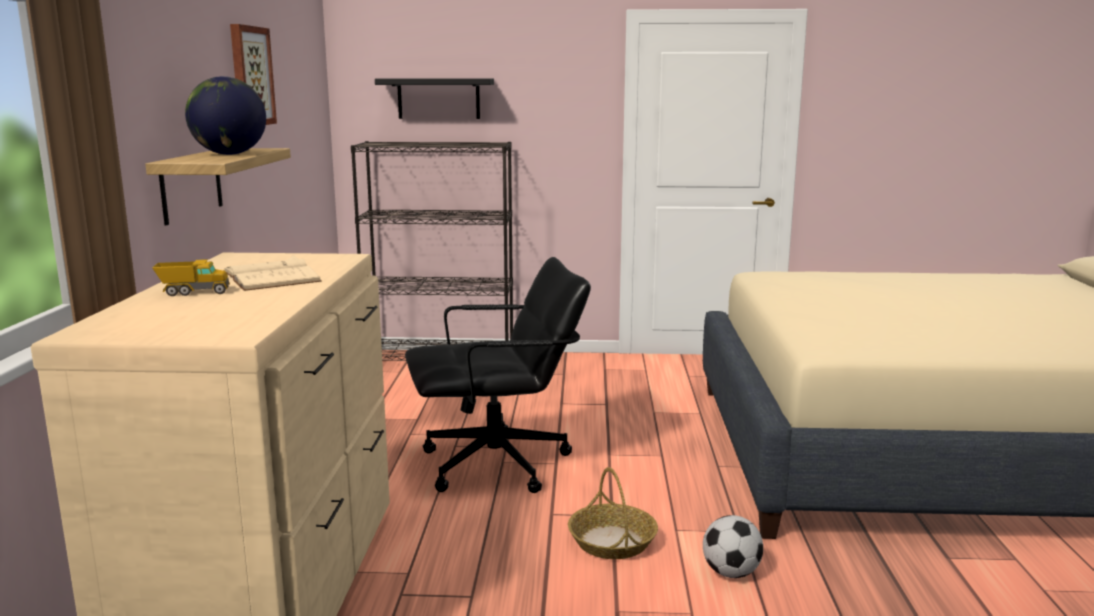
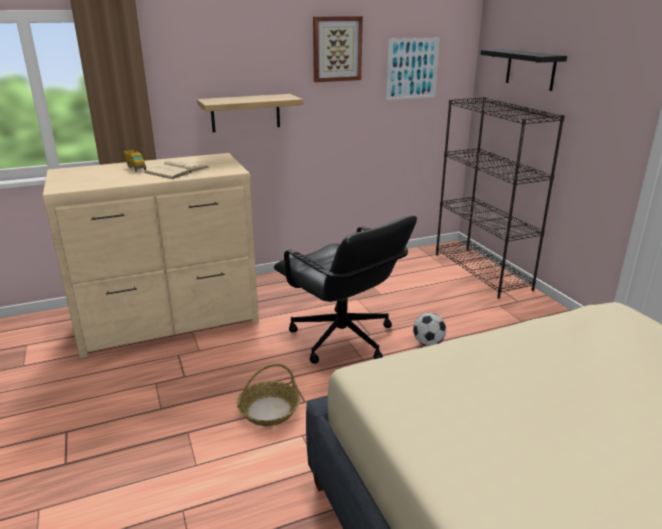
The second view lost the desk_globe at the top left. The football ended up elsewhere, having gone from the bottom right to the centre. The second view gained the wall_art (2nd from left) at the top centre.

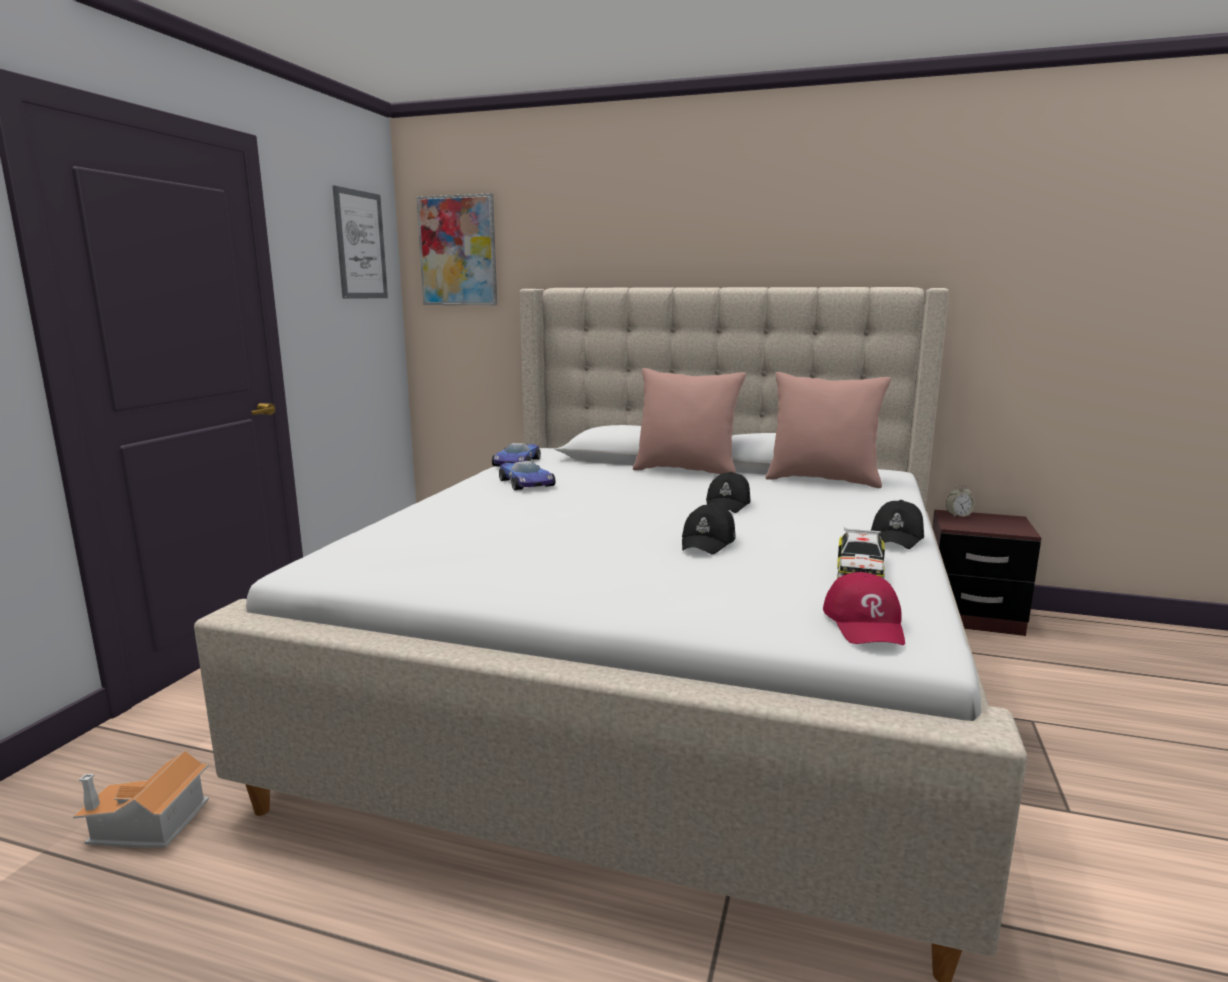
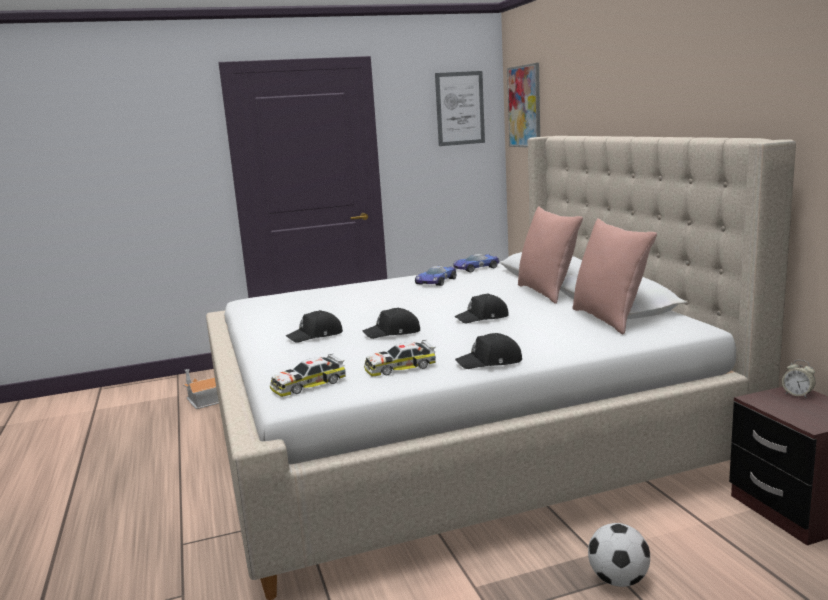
Where the red_baseball_cap stood at the middle right, the toy_car (1st from left) came to stand at the centre. The second view gained the blackish_baseball_cap (1st from left) at the centre. The second view gained the football at the bottom right.

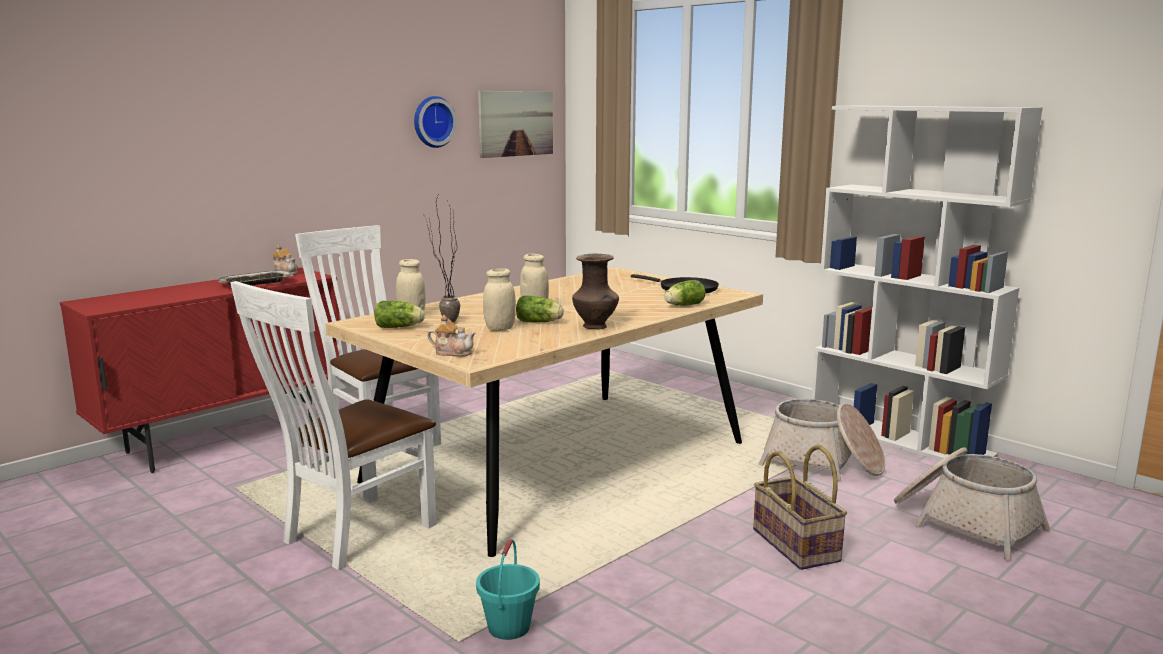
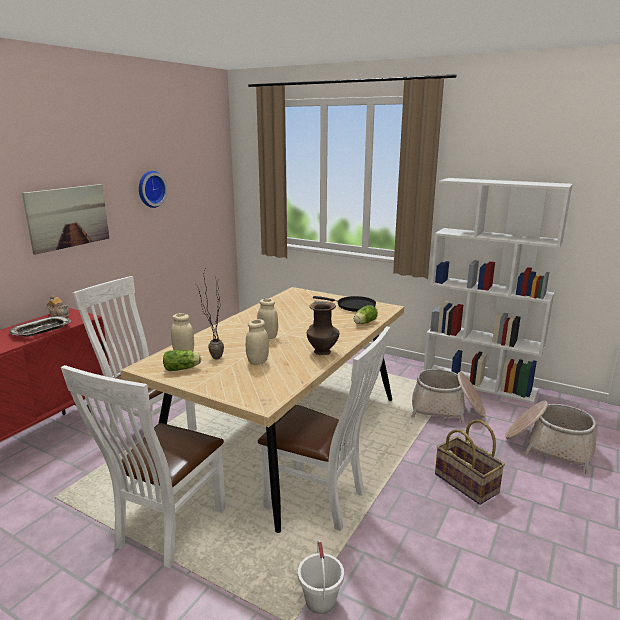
The wall_art ended up elsewhere, having gone from the top centre to the middle left. The second view lost the lettuce (2nd from left) at the centre. The second view lost the pot_for_tea (2nd from left) at the centre. What was the blue-green_water_bucket at the bottom centre turned into the white-coloured_water_bucket at the bottom centre. The second view gained the white-coloured_upright_chair (3rd from left) at the bottom centre.

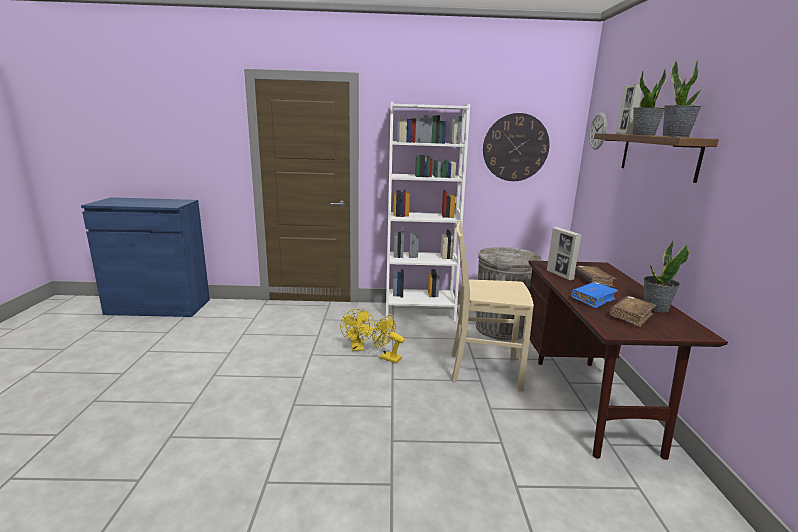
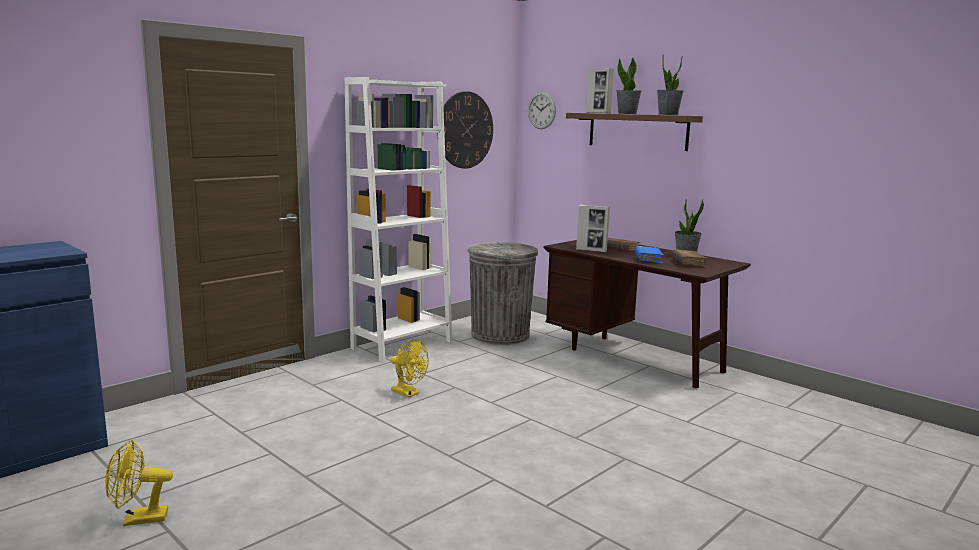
The second view lost the sand-coloured_upright_chair at the centre. The yellowish_fan (2nd from left in the first image) ended up elsewhere, having gone from the centre to the bottom left.

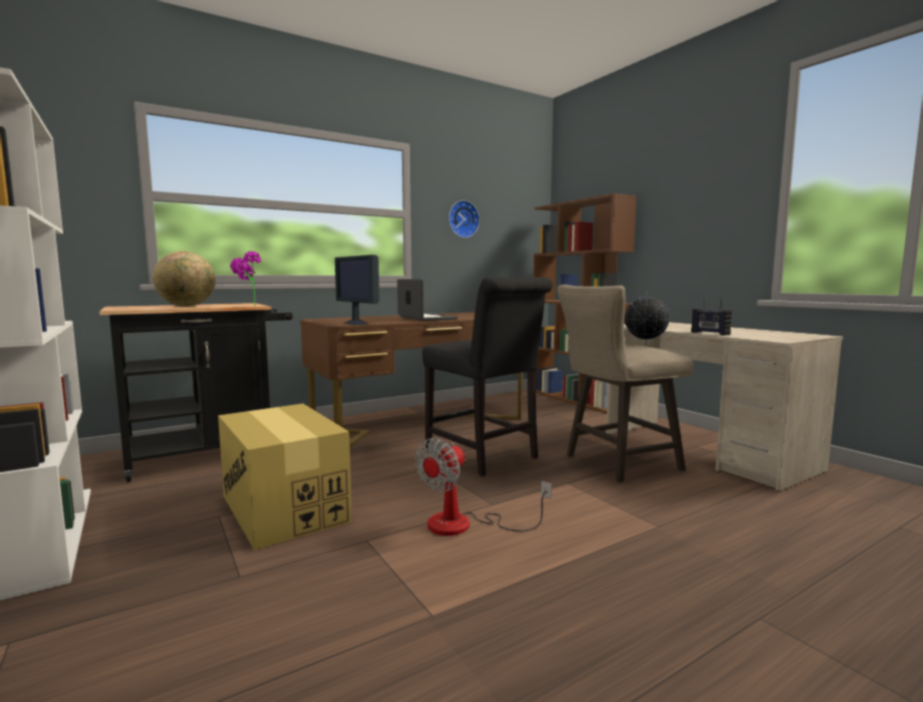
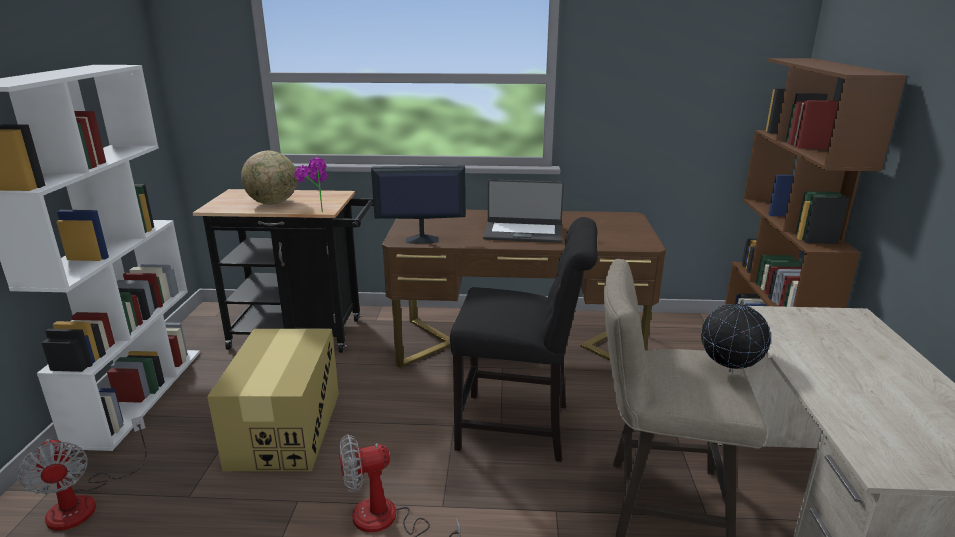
The second view lost the wall_clock at the top centre. The monitor at the centre ended up facing another way, 90 degrees clockwise from before. The blackish_upright_chair at the centre ended up facing another way, 75 degrees counterclockwise from before. The portable_computer at the centre ended up facing another way, 90 degrees clockwise from before. The second view lost the radio_receiver at the middle right. The second view gained the fan (1st from left) at the bottom left.

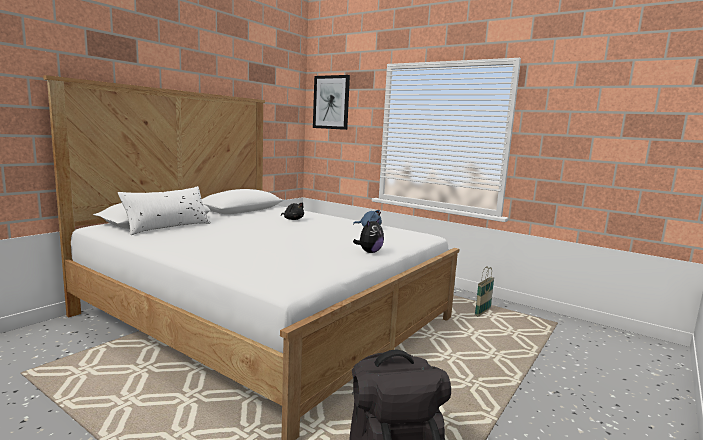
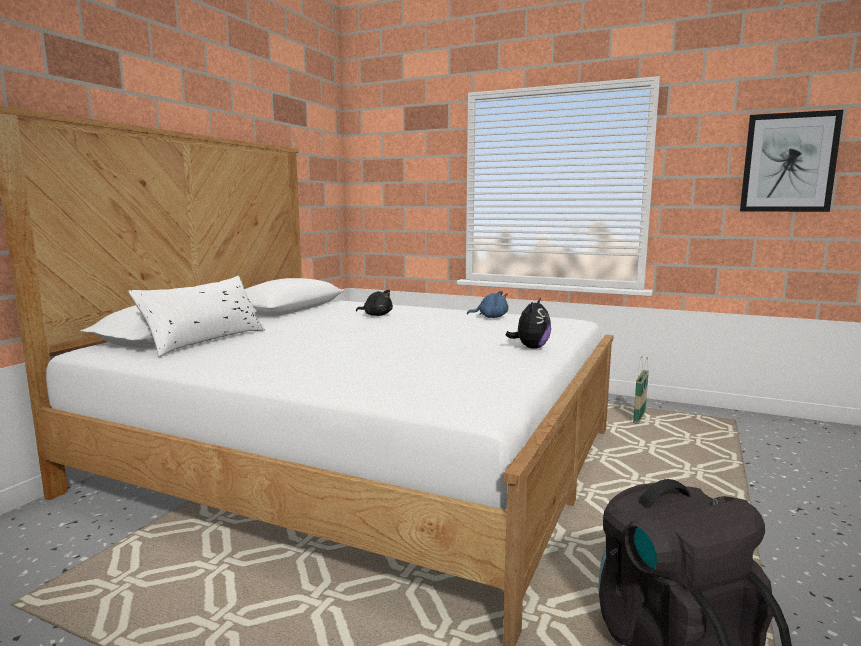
The wall_art ended up elsewhere, having gone from the top centre to the top right.

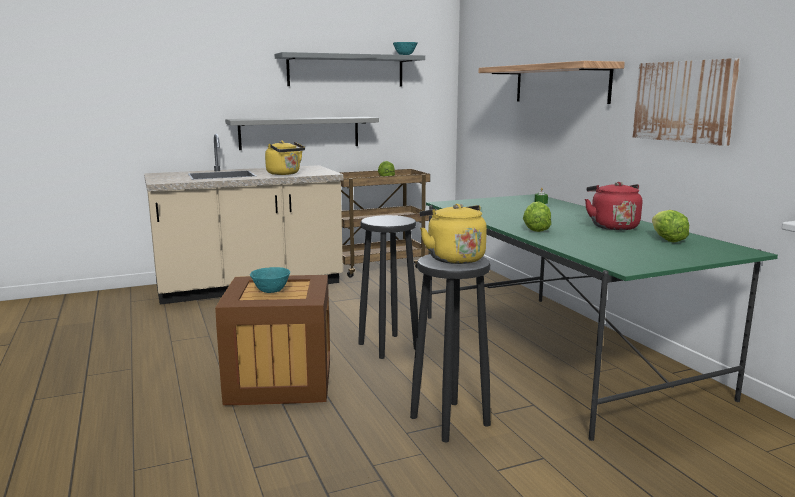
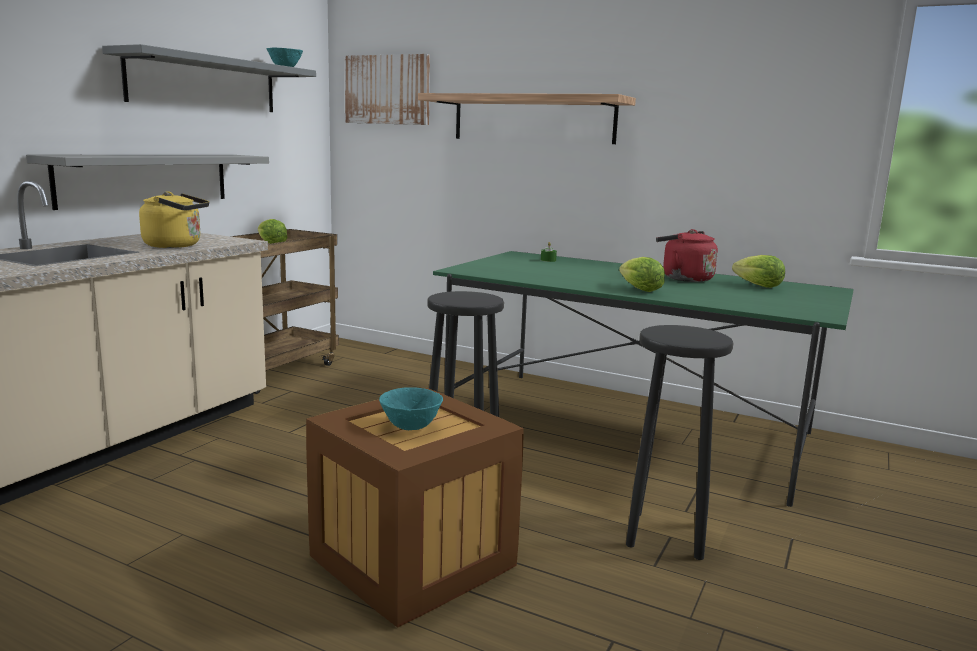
The wall_art ended up elsewhere, having gone from the top right to the top centre. The second view lost the yellowish_water_kettle (2nd from left) at the centre.

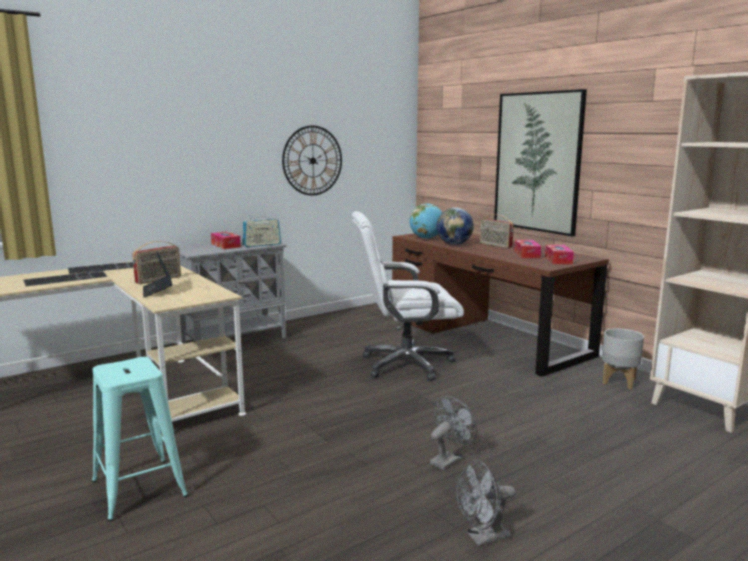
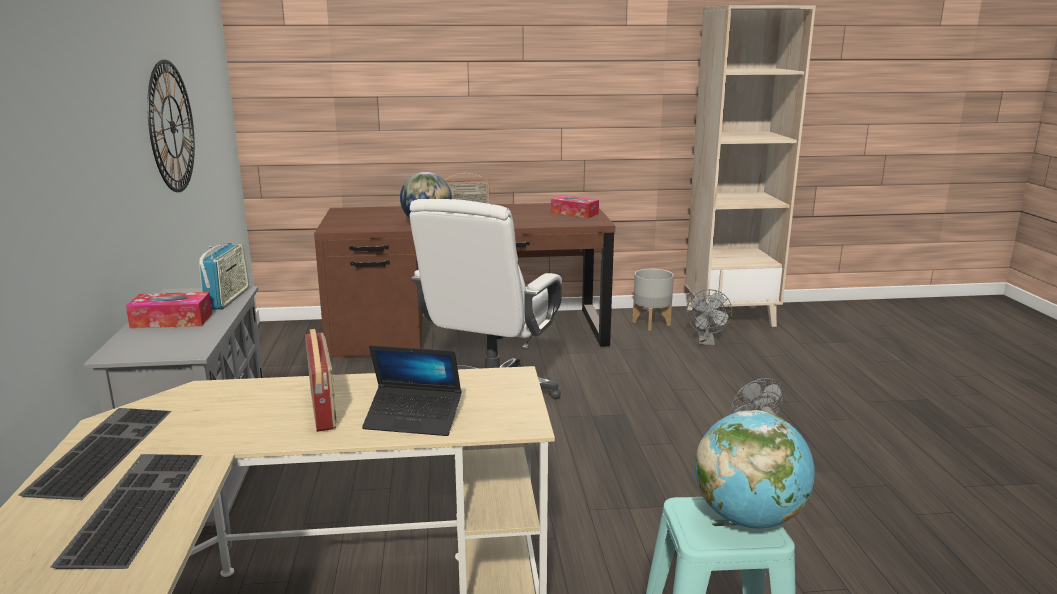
The second view lost the wall_art at the top right. The desk_globe (1st from left in the first image) ended up elsewhere, having gone from the centre to the bottom right. The second view lost the box_of_tissues (2nd from left) at the middle right. The greyish_fan (2nd from left in the first image) ended up elsewhere, having gone from the bottom centre to the middle right.

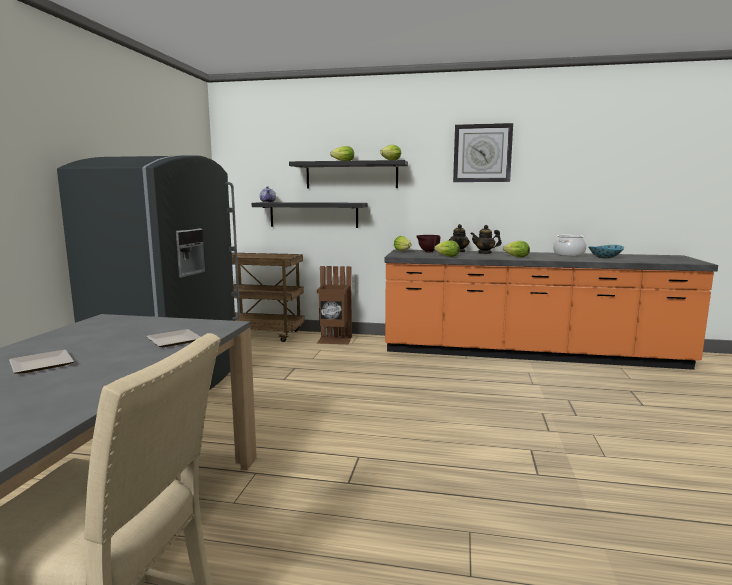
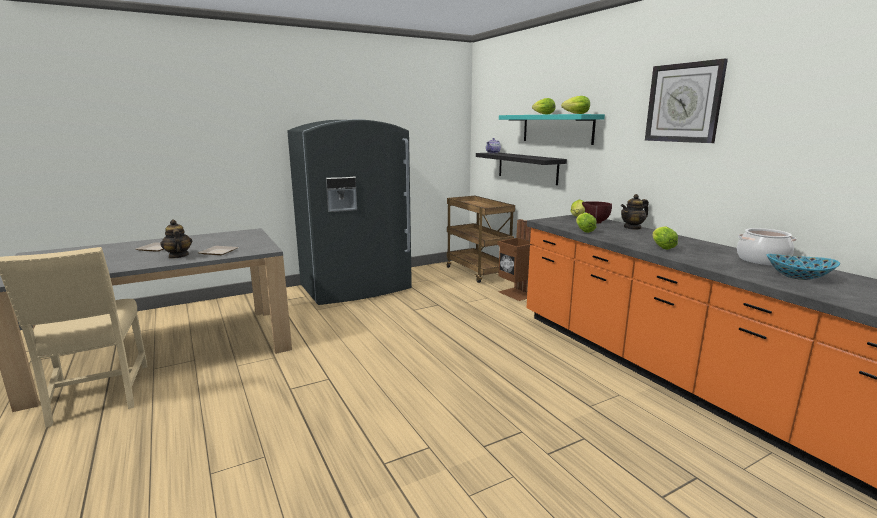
What was the blackish_wall_shelf (2nd from left) at the top centre turned into the blue-green_wall_shelf at the top centre. The pot_for_tea (3rd from left in the first image) ended up elsewhere, having gone from the centre to the middle left.

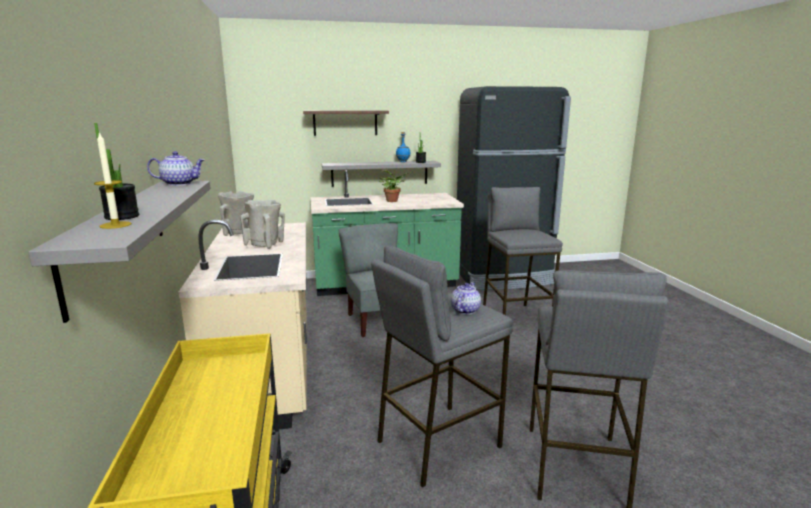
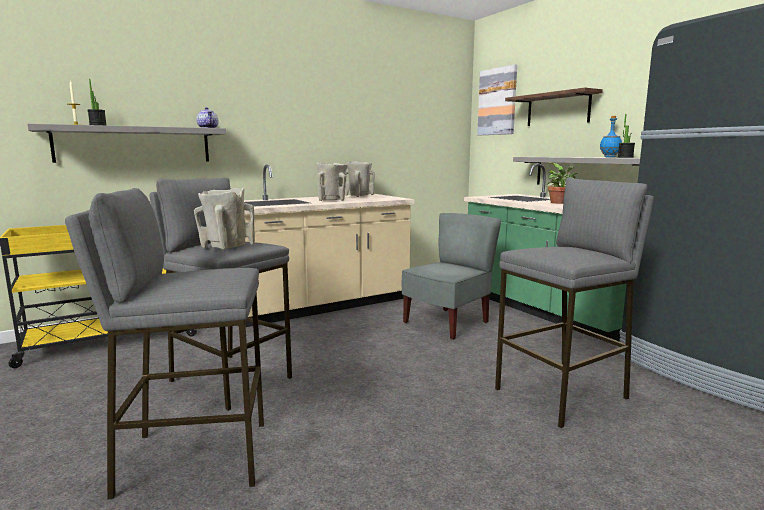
Where the pot_for_tea (2nd from left) stood at the centre, the sand-coloured_decorative_vase (1st from left) came to stand at the middle left. The second view gained the wall_art at the top centre.

